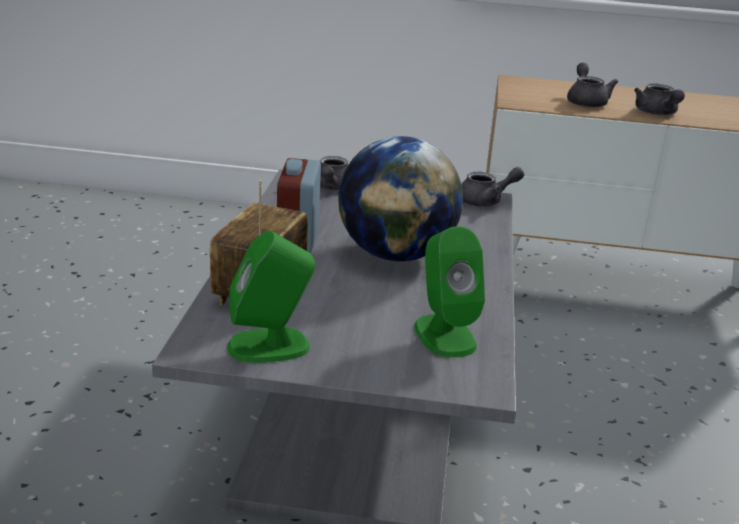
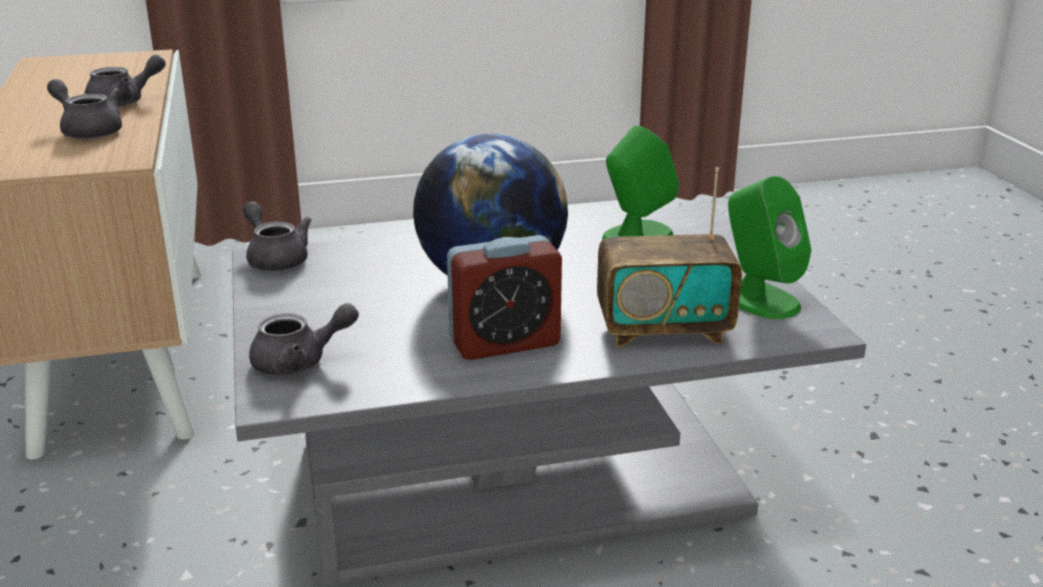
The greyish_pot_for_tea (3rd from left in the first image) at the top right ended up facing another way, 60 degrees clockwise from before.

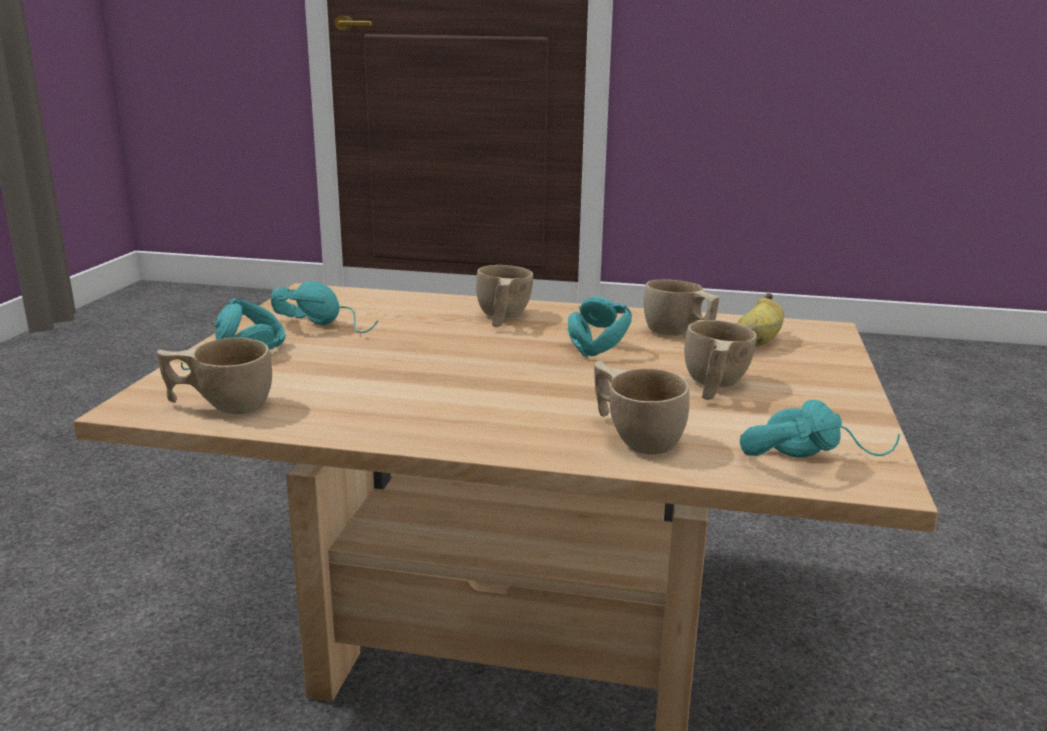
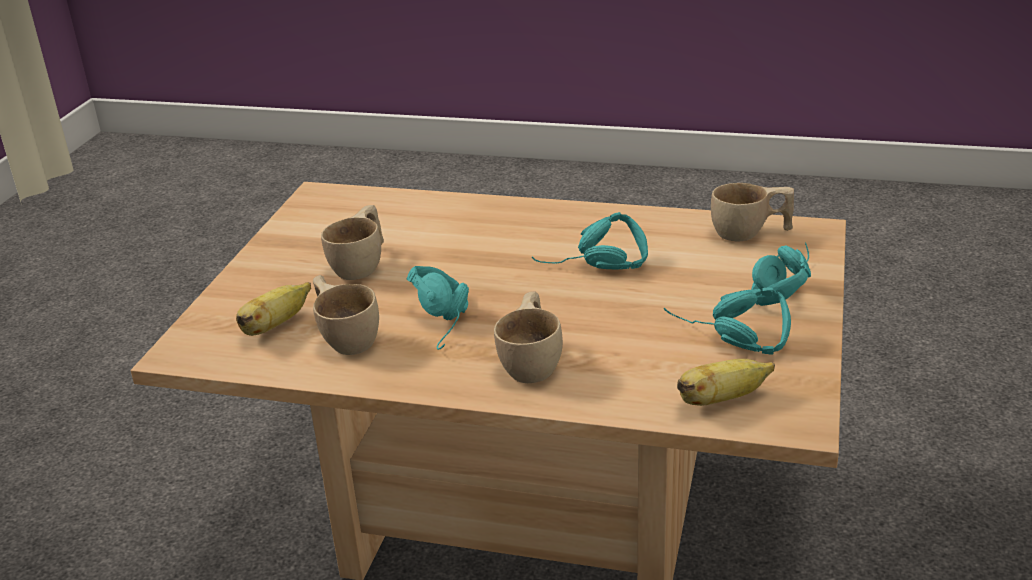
The second view lost the sand-coloured_drinking_cup (3rd from left) at the centre. The blue-green_pair_of_headphones (4th from left in the first image) ended up elsewhere, having gone from the middle right to the centre. The second view gained the whole_banana (2nd from left) at the middle right.

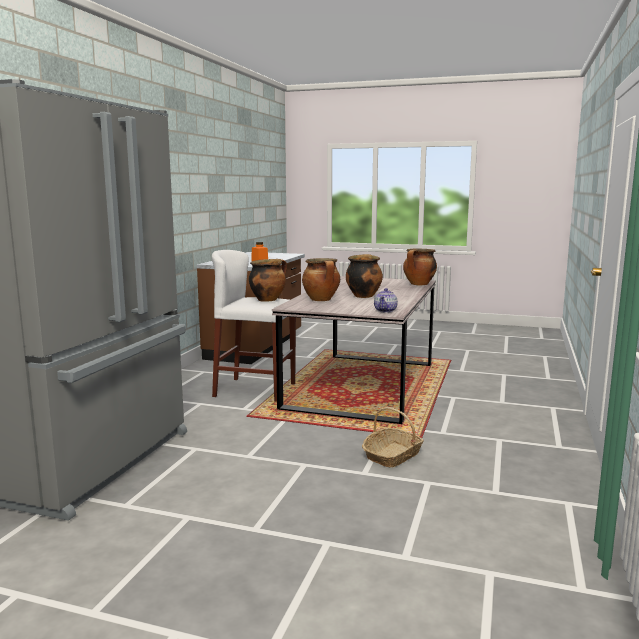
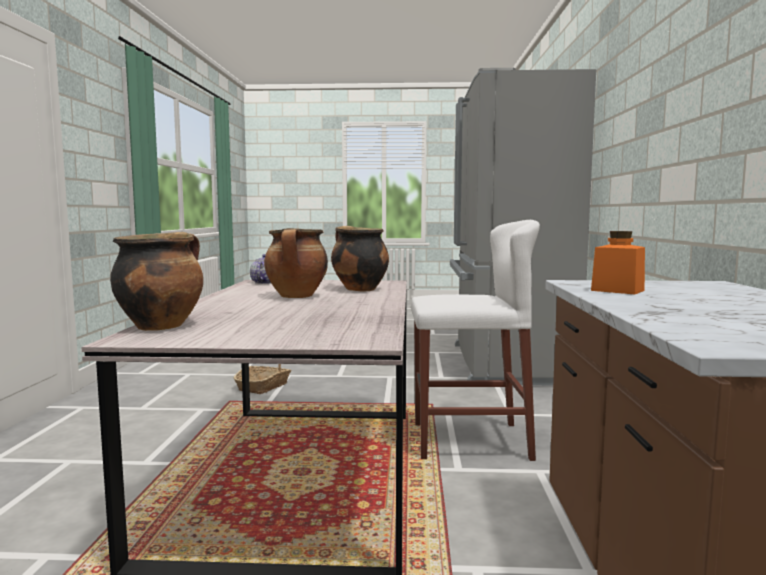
The second view lost the stockpot (1st from left) at the centre.

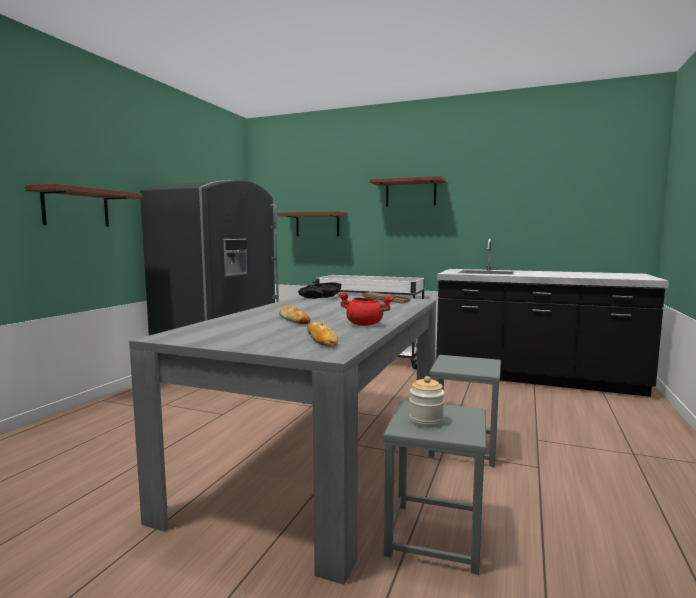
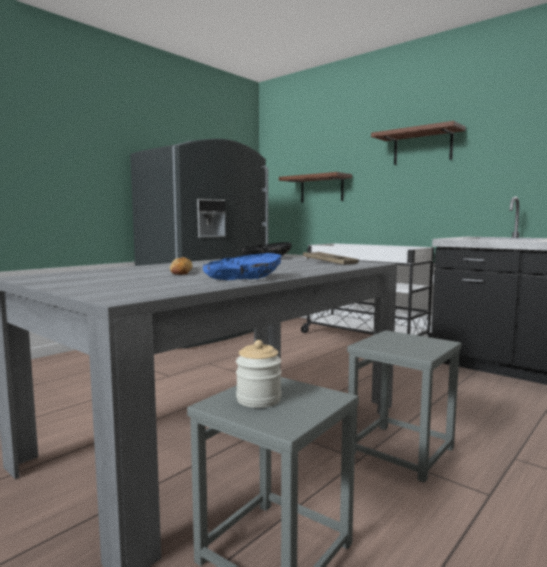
The second view lost the brown_wall_shelf (1st from left) at the middle left. Where the red_stockpot stood at the centre, the blue-coloured_serving_bowl came to stand at the centre. The second view lost the baked_bread (2nd from left) at the centre.

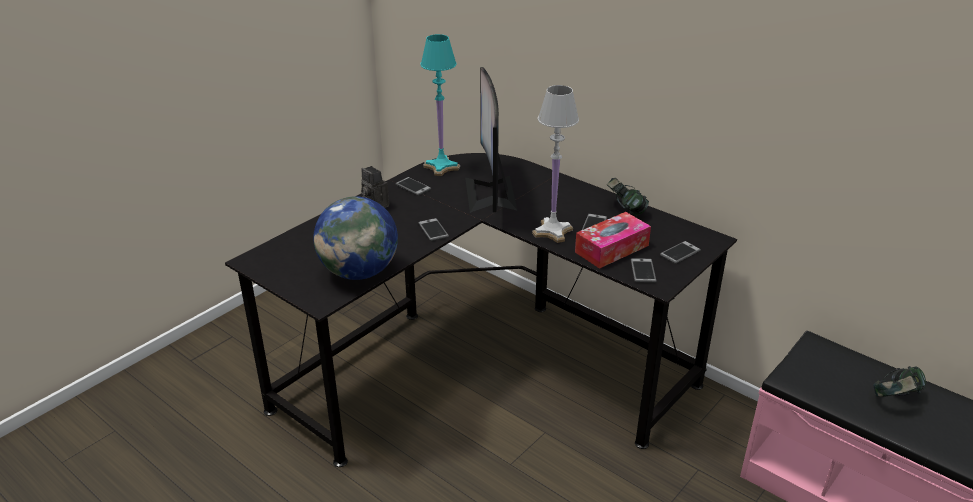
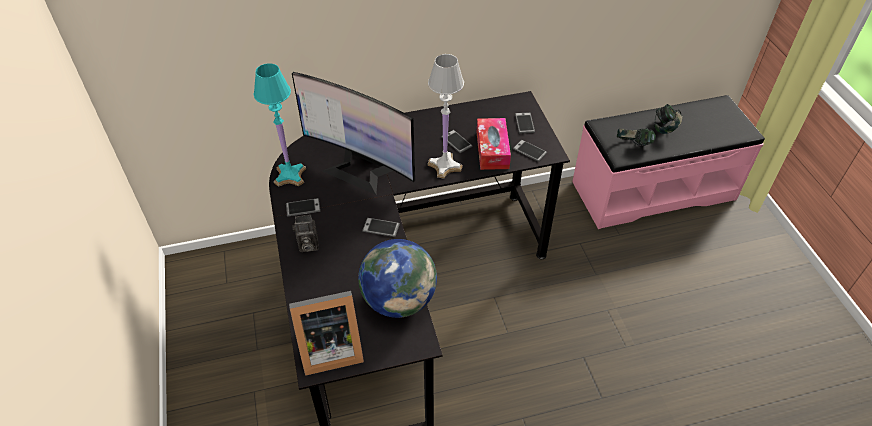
The pair_of_headphones (1st from left) ended up elsewhere, having gone from the centre to the top right. The second view gained the photo_frame at the bottom centre.

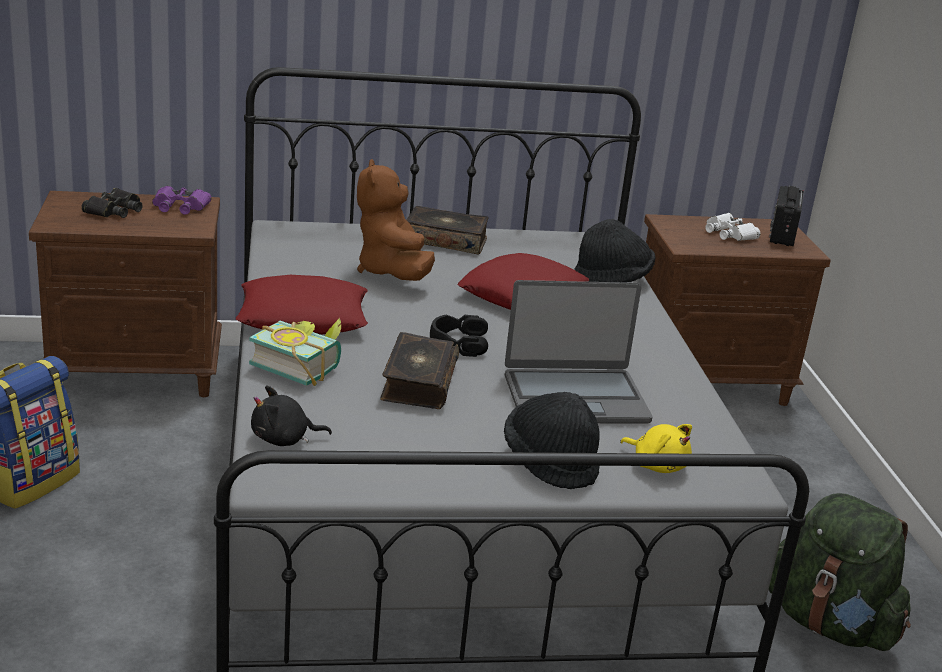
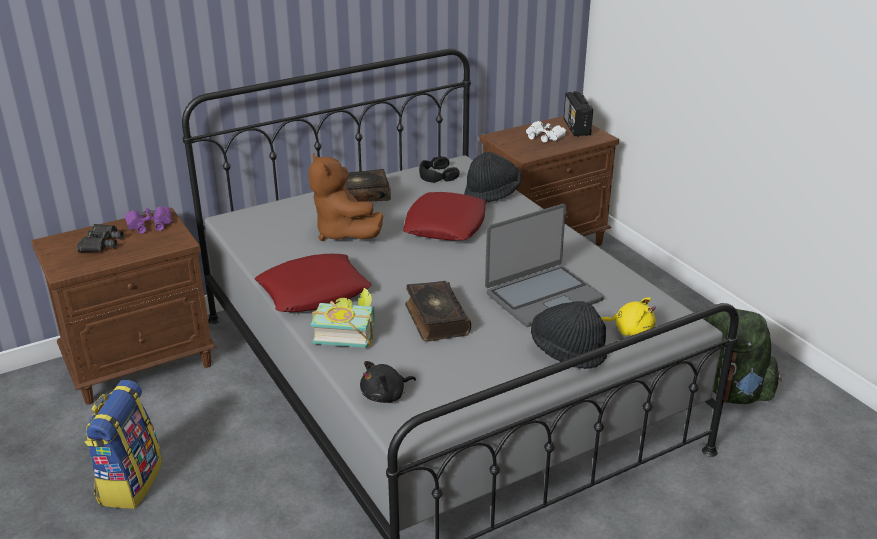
The blackish_pair_of_headphones ended up elsewhere, having gone from the centre to the top centre.

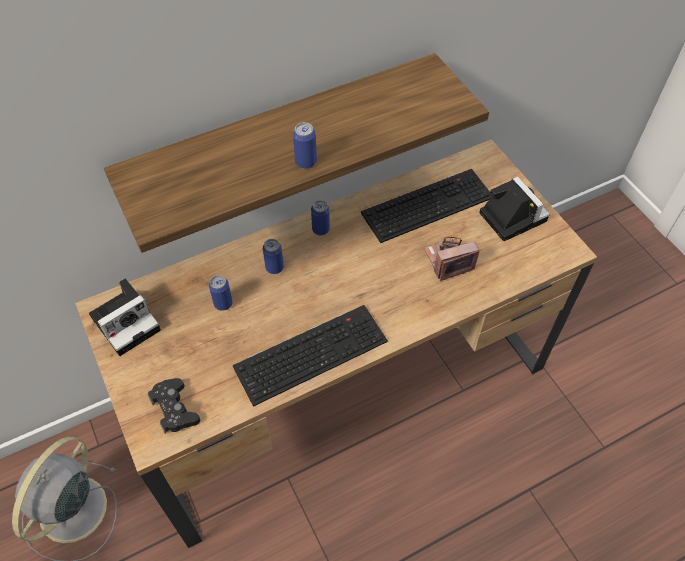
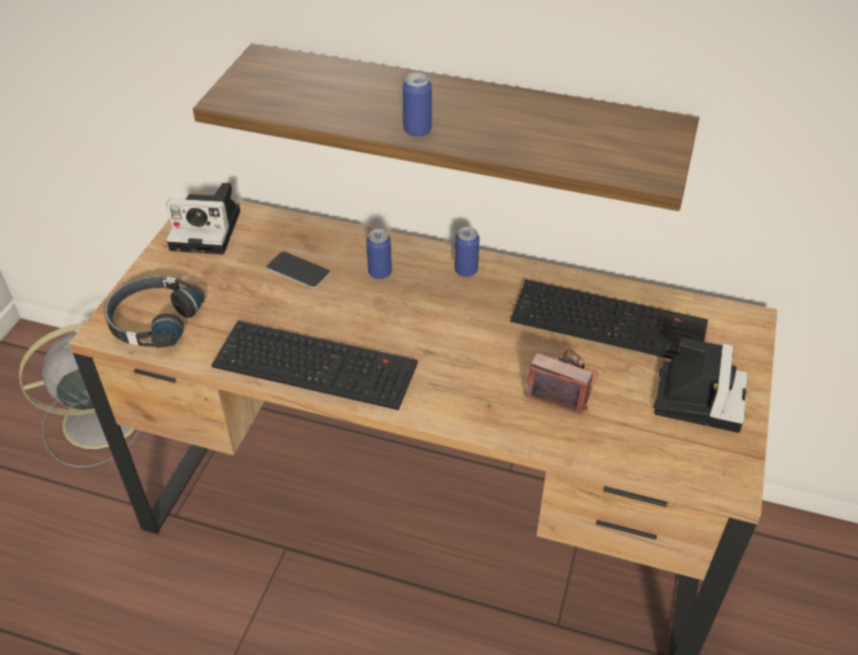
Where the can (1st from left) stood at the middle left, the handset came to stand at the centre. Where the blackish_joypad stood at the bottom left, the blackish_pair_of_headphones came to stand at the middle left.

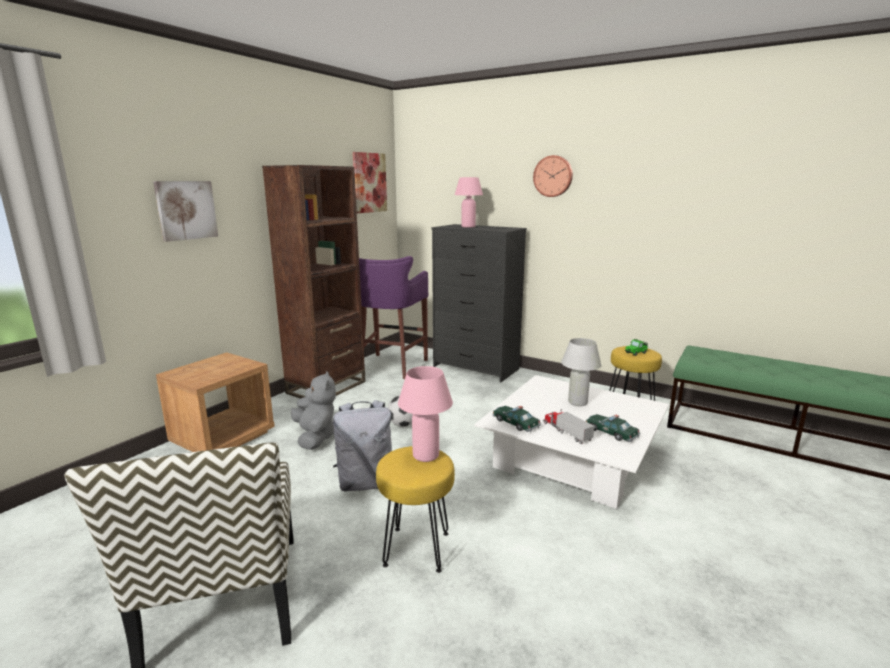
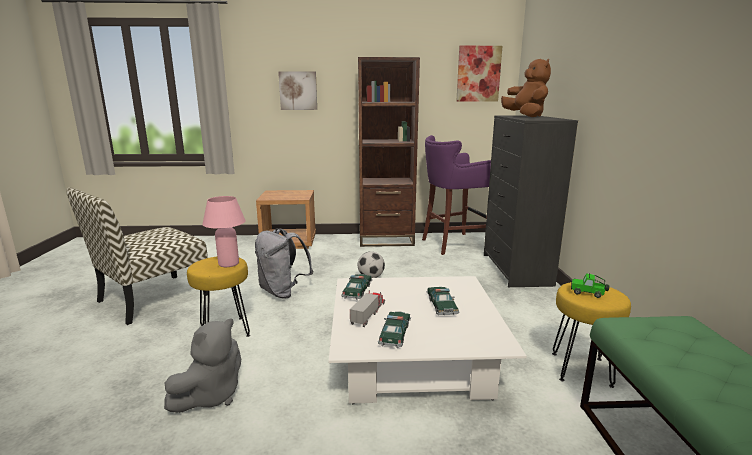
The second view lost the wall_clock at the top centre. Where the pinkish_tabletop_lamp (2nd from left) stood at the top centre, the brown_soft_toy came to stand at the top right. Where the white-coloured_tabletop_lamp stood at the centre, the toy_car (3rd from left) came to stand at the centre. The greyish_soft_toy ended up elsewhere, having gone from the centre to the bottom left.

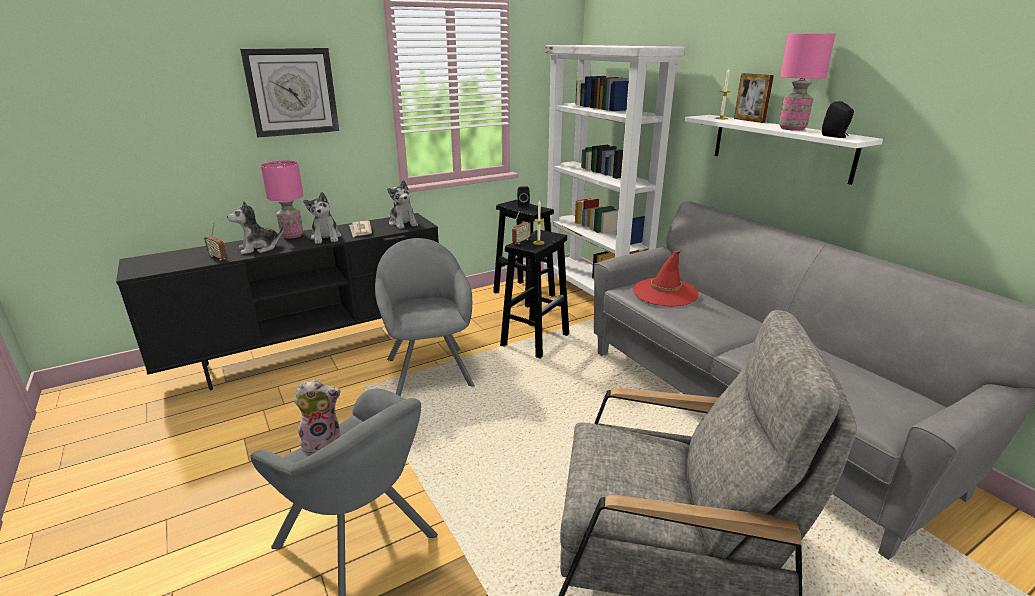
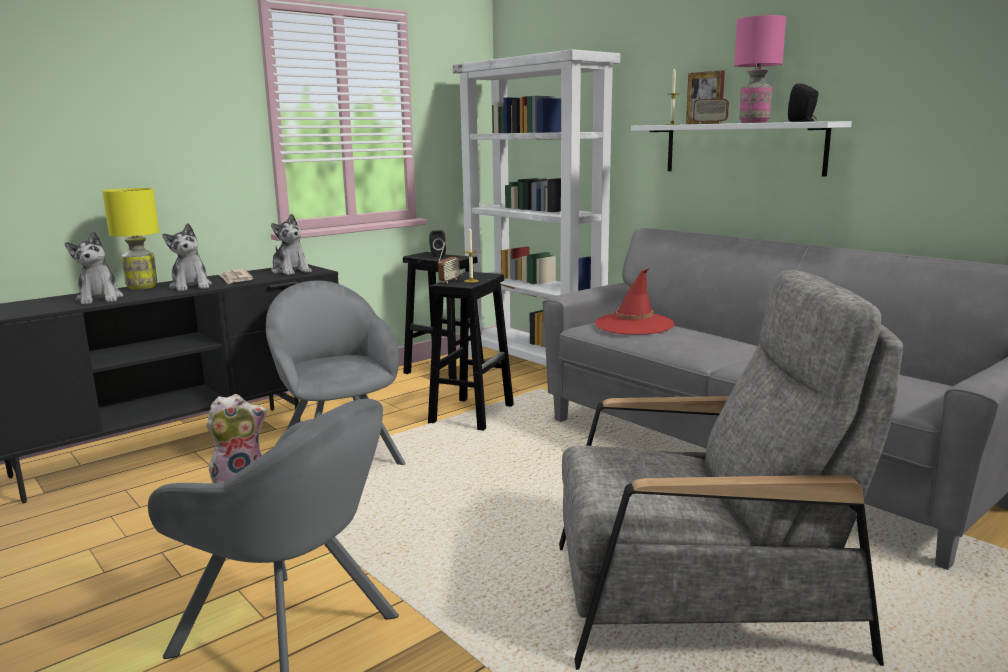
The second view lost the wall_clock at the top left. What was the pinkish_tabletop_lamp (1st from left) at the middle left turned into the yellowish_tabletop_lamp at the middle left. The soft_toy (1st from left) at the middle left ended up facing another way, 75 degrees counterclockwise from before. The radio_receiver (1st from left in the first image) ended up elsewhere, having gone from the middle left to the top right.

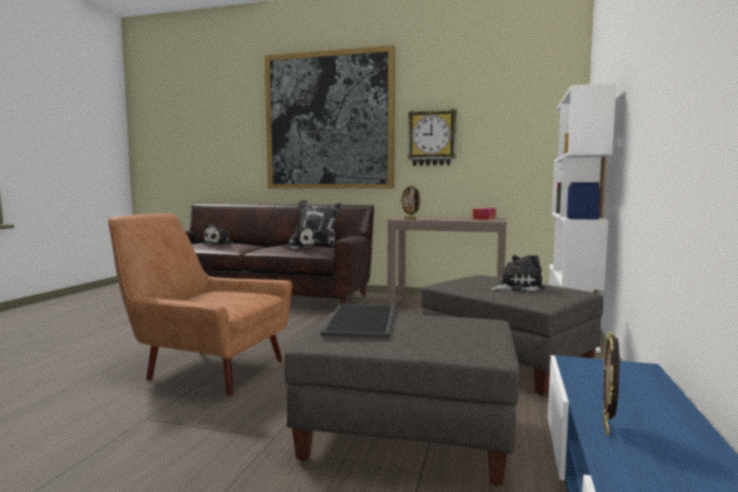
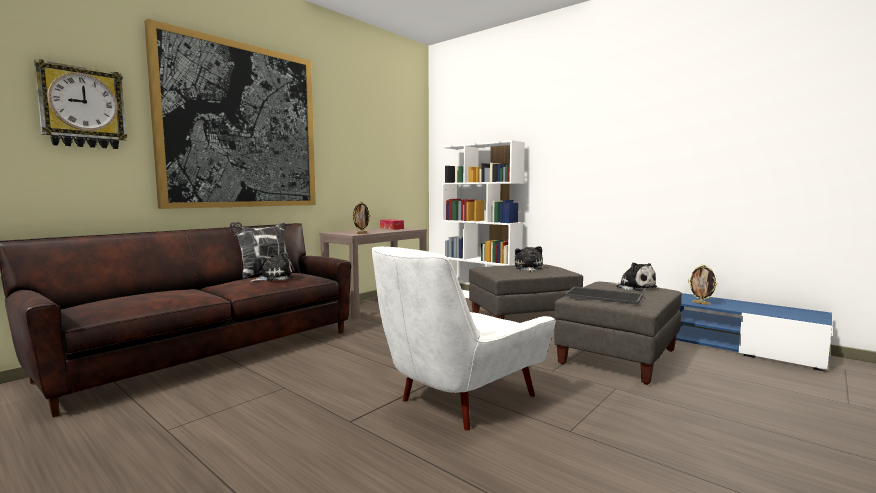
The wall_clock ended up elsewhere, having gone from the top centre to the top left. What was the brown_easy_chair at the middle left turned into the white-coloured_easy_chair at the bottom centre. The soft_toy (1st from left in the first image) ended up elsewhere, having gone from the middle left to the middle right.

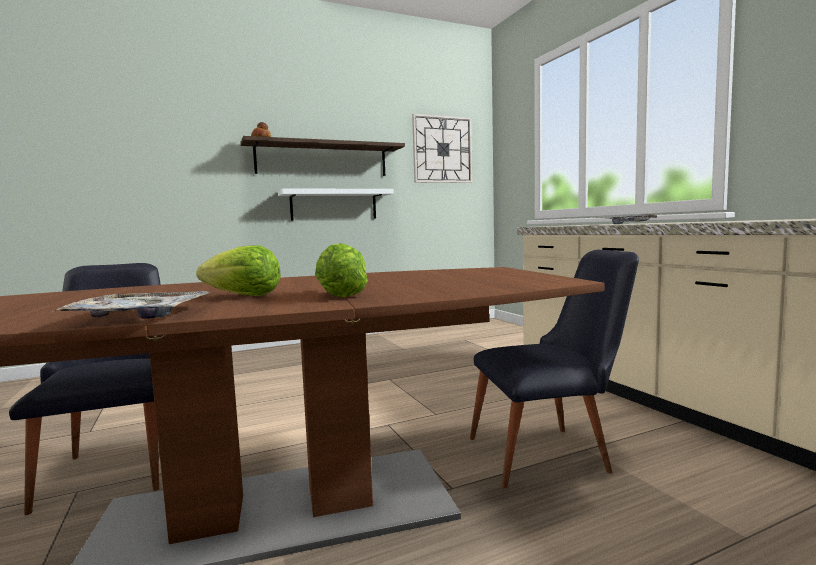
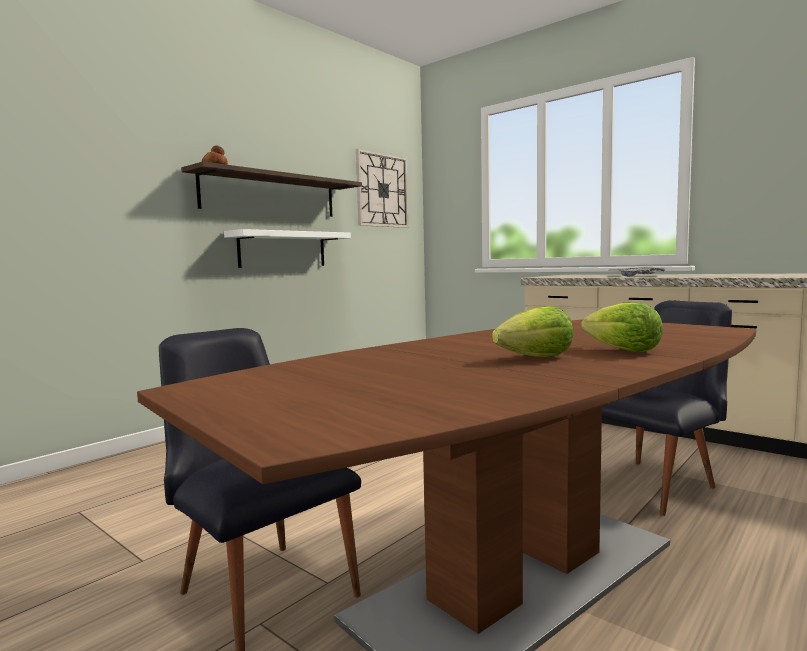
The second view lost the carrying_tray (1st from left) at the middle left.

